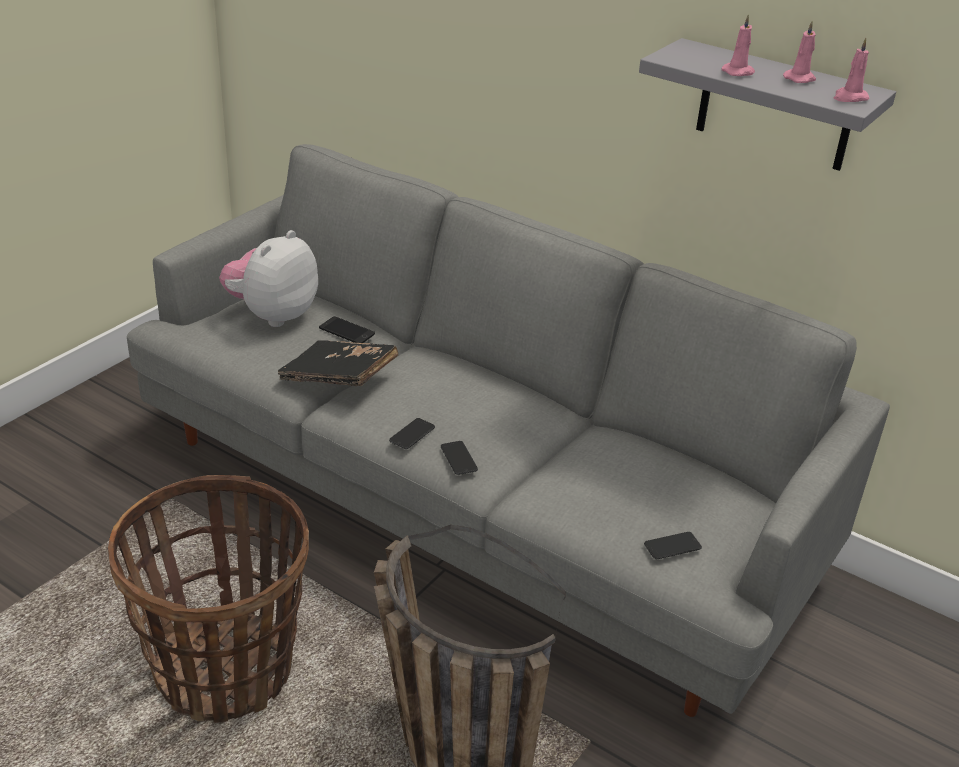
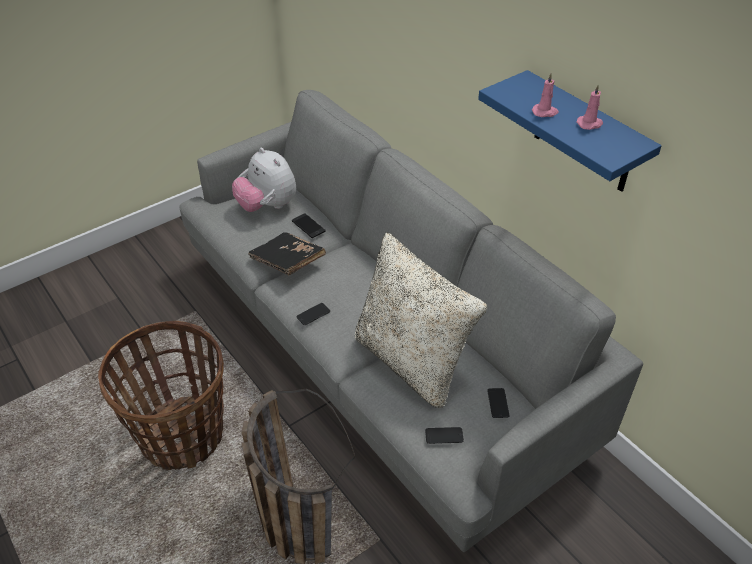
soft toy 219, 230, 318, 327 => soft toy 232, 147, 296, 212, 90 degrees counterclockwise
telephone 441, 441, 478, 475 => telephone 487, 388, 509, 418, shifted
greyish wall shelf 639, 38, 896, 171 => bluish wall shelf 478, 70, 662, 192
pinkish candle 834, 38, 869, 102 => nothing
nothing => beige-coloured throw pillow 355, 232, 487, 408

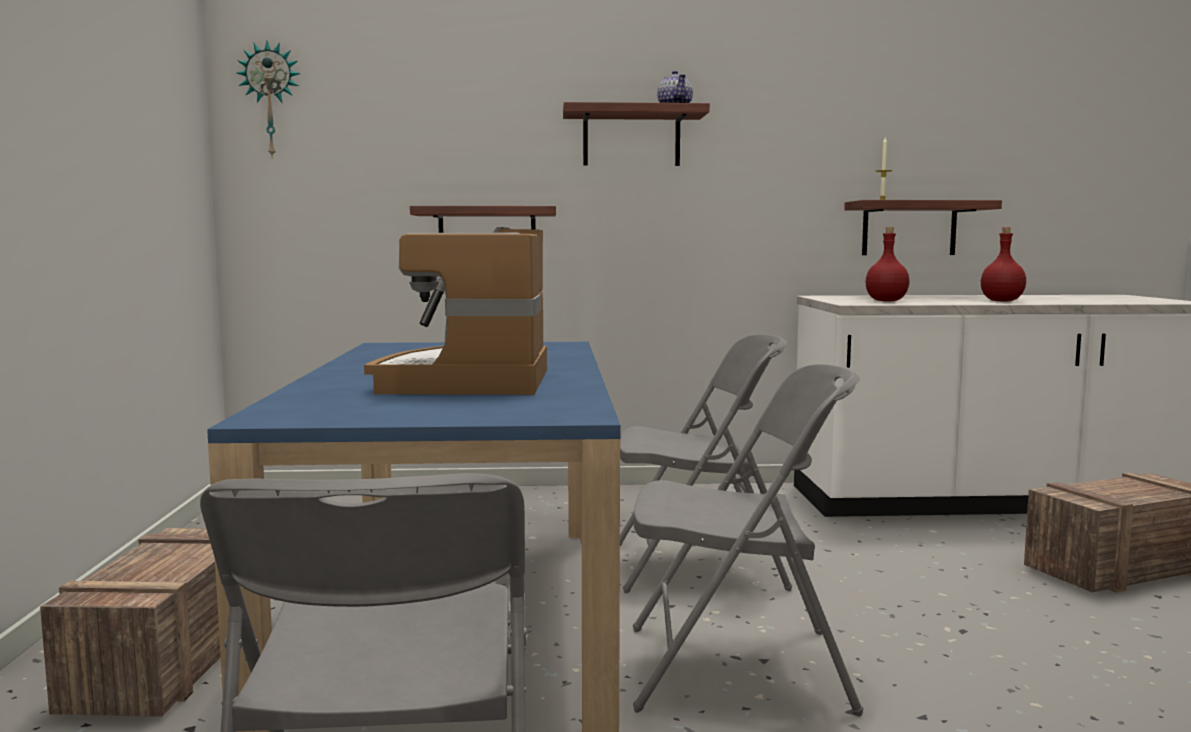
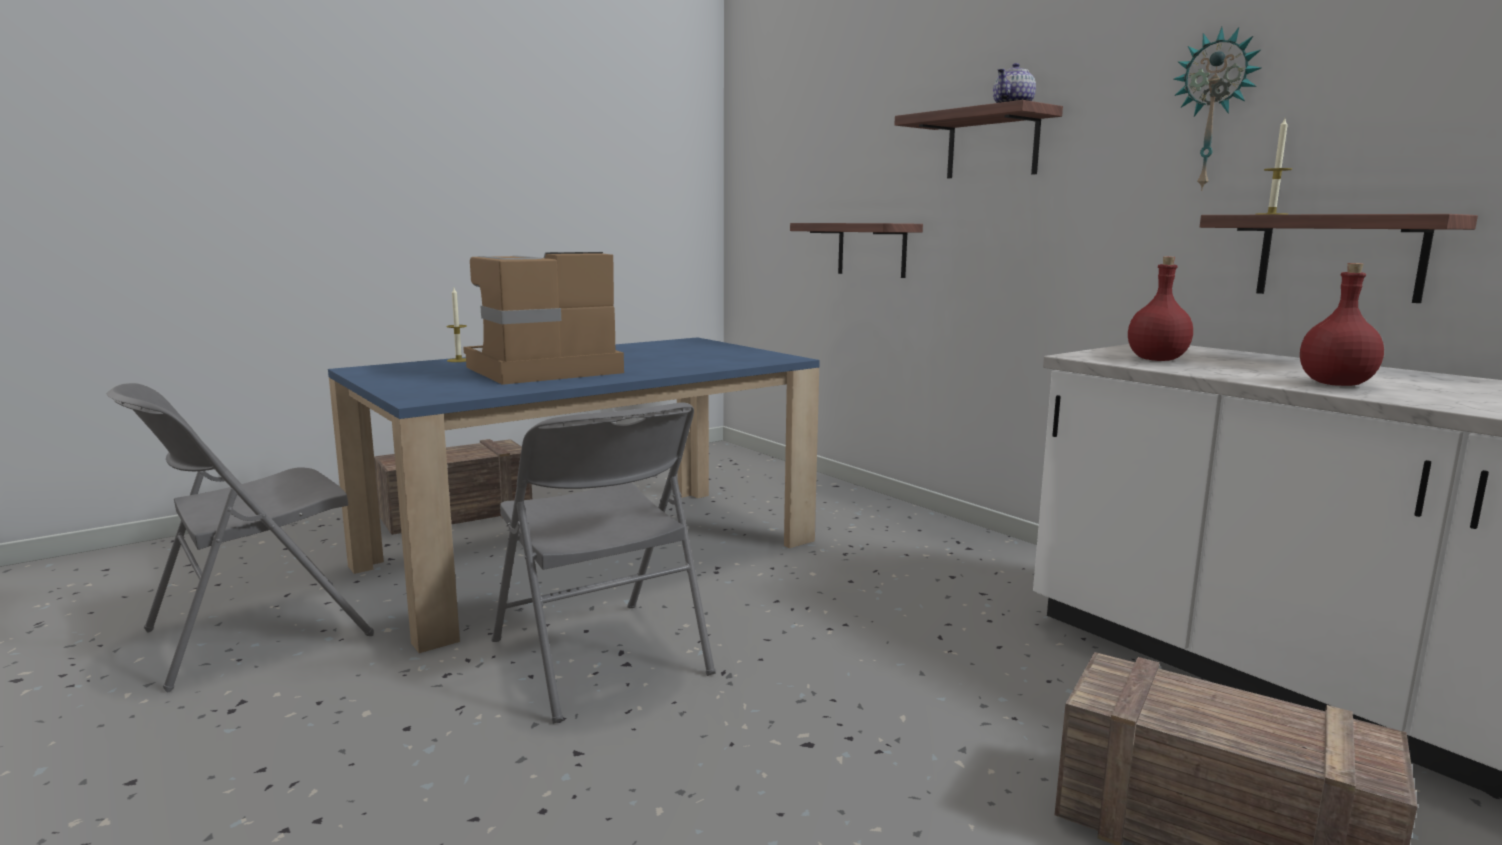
clock on the wall 237, 41, 301, 159 => clock on the wall 1173, 27, 1261, 191, shifted
greyish plain chair 620, 334, 792, 593 => nothing
nothing => candle 446, 288, 467, 362

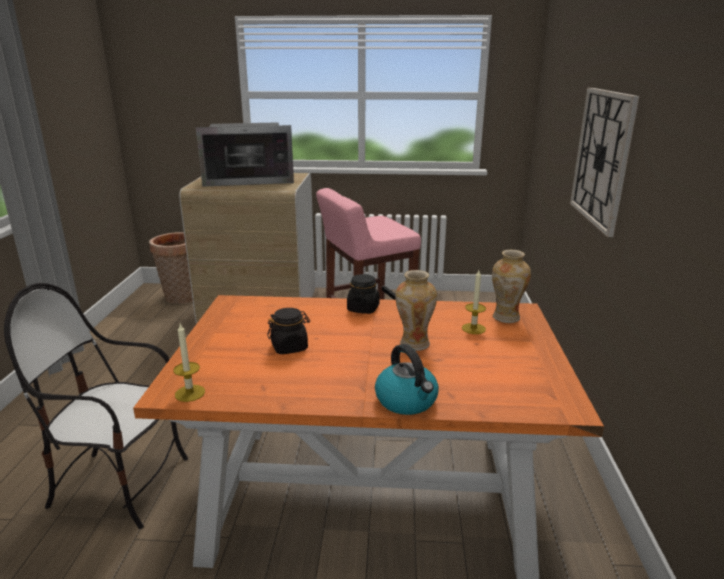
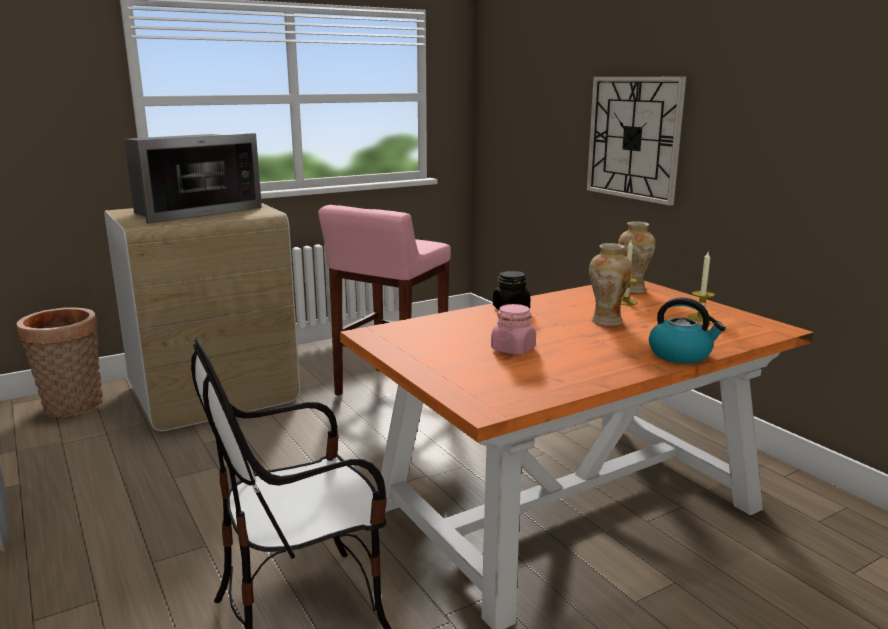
candle 173, 324, 205, 402 => candle 687, 252, 715, 321, shifted
black jar 267, 308, 310, 354 => pinkish jar 491, 304, 536, 355

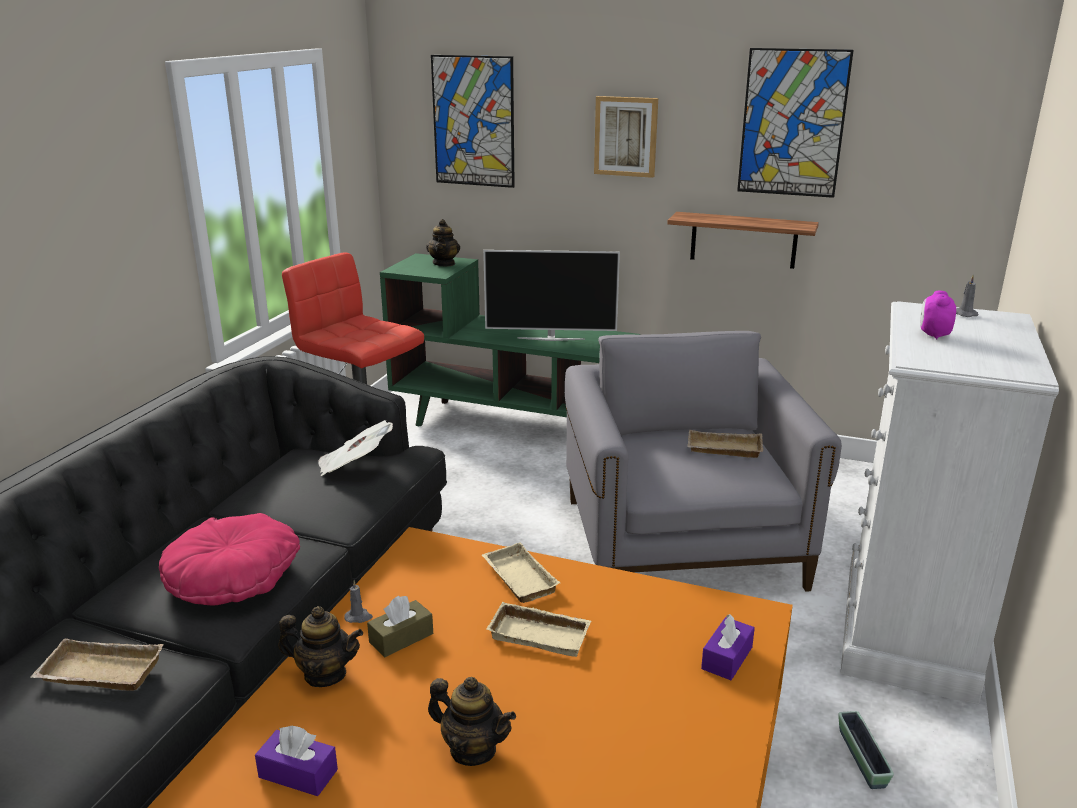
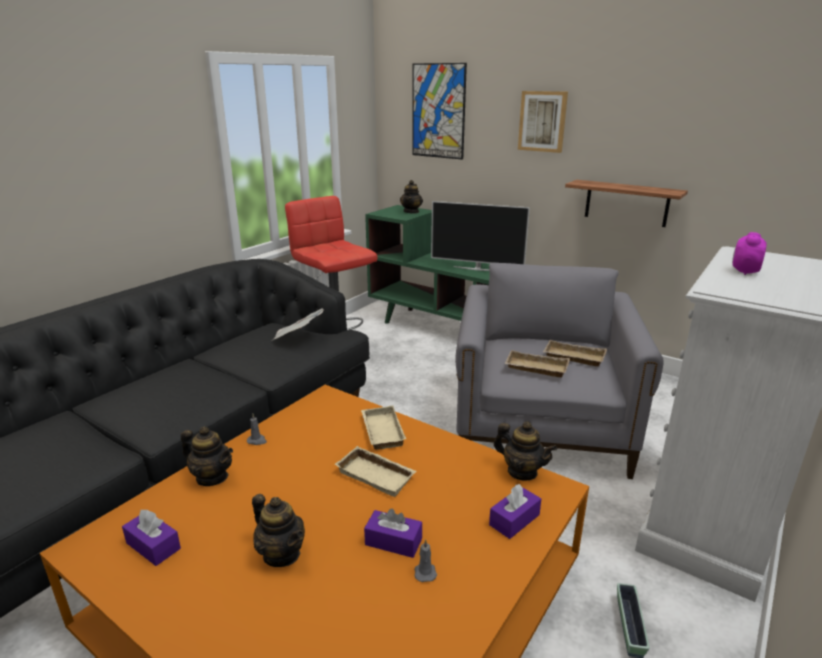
beige-coloured carrying tray 31, 638, 164, 691 => beige-coloured carrying tray 504, 350, 570, 378, shifted
pinkish throw pillow 159, 513, 300, 605 => nothing
brown-coloured box of tissues 367, 596, 433, 657 => nothing
wall picture 737, 48, 854, 198 => nothing
greyish candle 956, 275, 978, 317 => greyish candle 414, 539, 437, 582, shifted
nothing => purplish box of tissues 364, 509, 422, 558
nothing => tea pot 494, 421, 557, 481

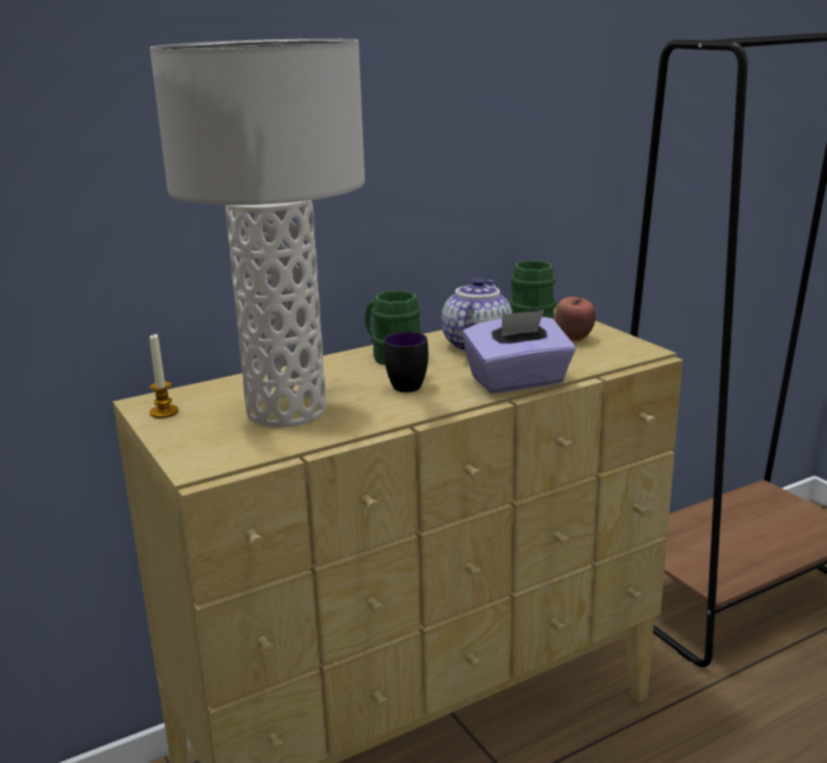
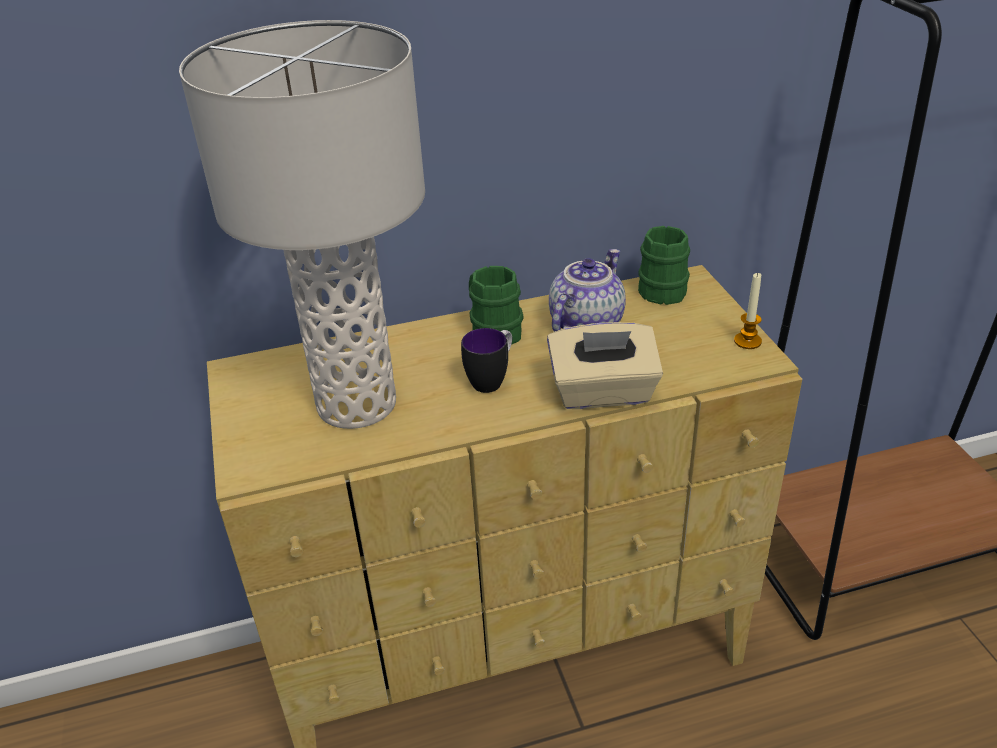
candle 150, 333, 179, 418 => candle 734, 273, 762, 349, shifted
purplish box of tissues 462, 310, 576, 394 => beige-coloured box of tissues 547, 322, 663, 409
whole apple 554, 295, 596, 342 => nothing

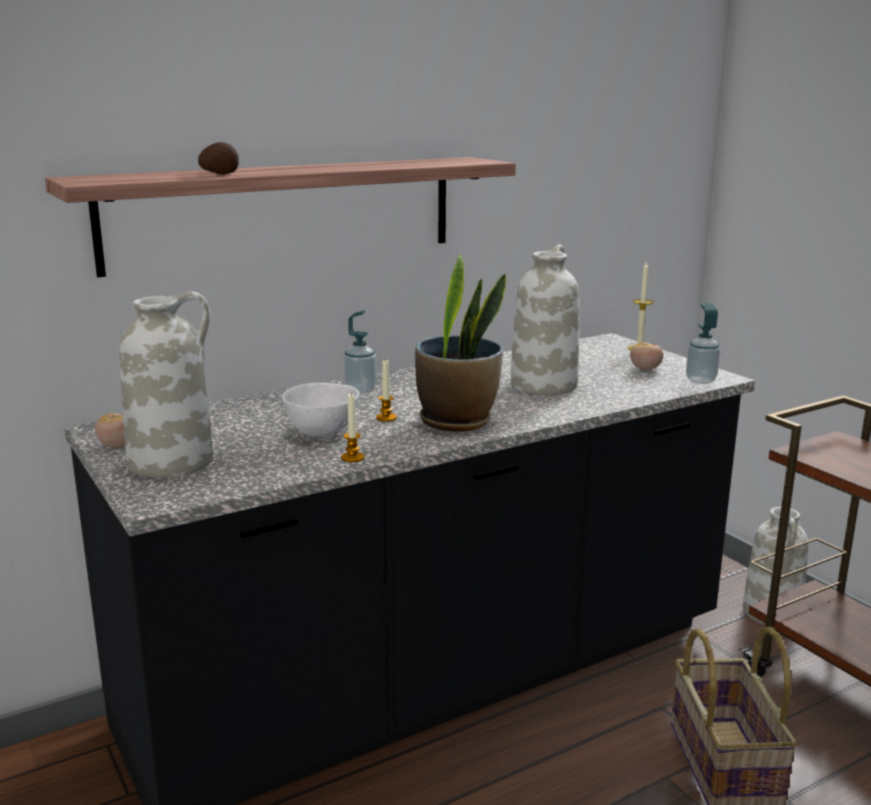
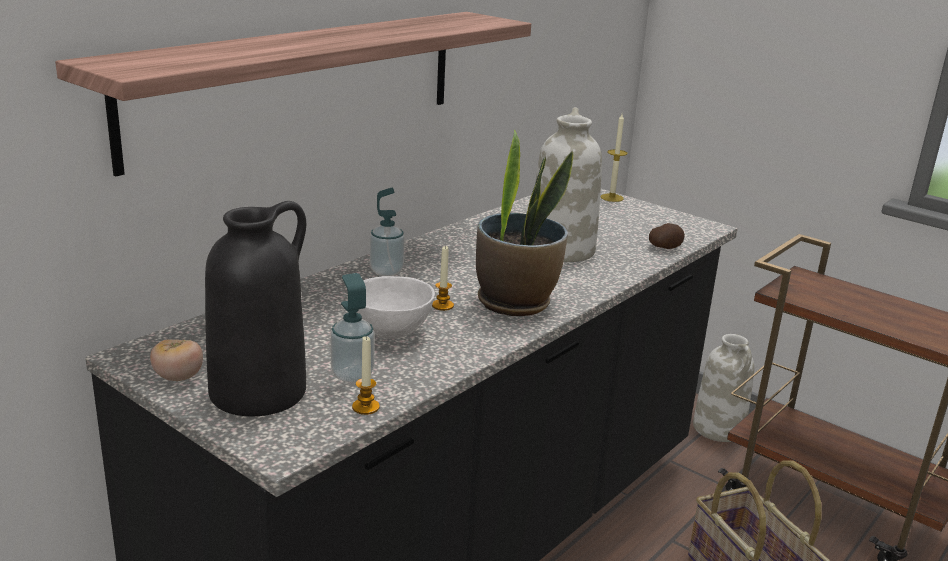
white decorative vase 120, 291, 213, 478 => black decorative vase 205, 201, 306, 416
spud 198, 142, 239, 174 => spud 649, 223, 685, 249, shifted
candle 341, 394, 364, 462 => candle 352, 335, 380, 415, shifted
tomato 630, 342, 663, 370 => nothing
liquid soap bottle 686, 303, 720, 384 => liquid soap bottle 330, 273, 375, 383, shifted

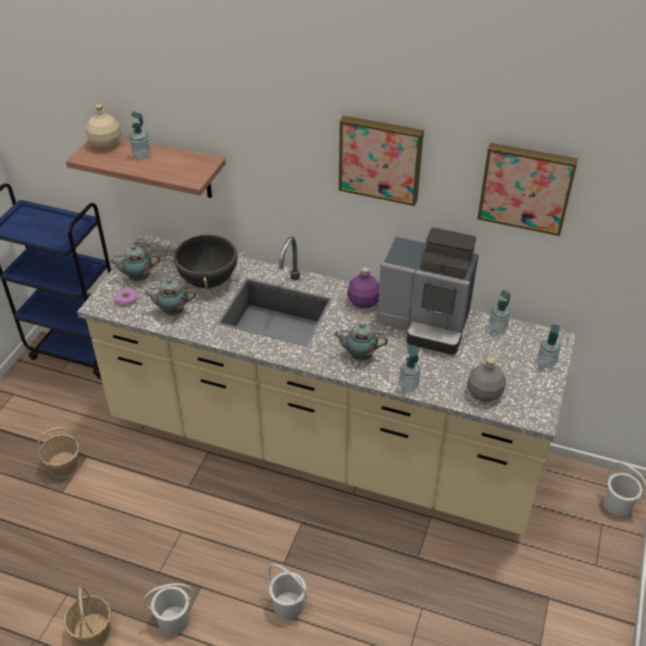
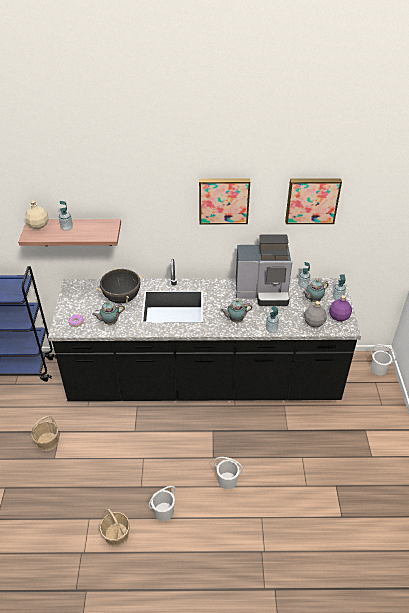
beige-coloured kitchen base unit 77, 234, 576, 535 => black kitchen base unit 48, 259, 361, 401
tea pot 110, 245, 160, 281 => tea pot 302, 279, 329, 302, shifted
purplish drink bottle 347, 267, 379, 309 => purplish drink bottle 329, 295, 352, 321, shifted

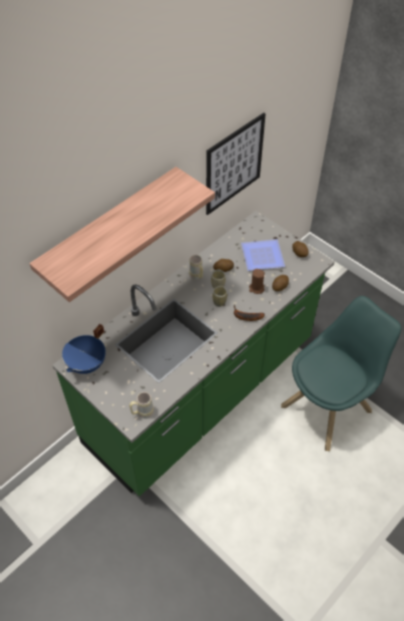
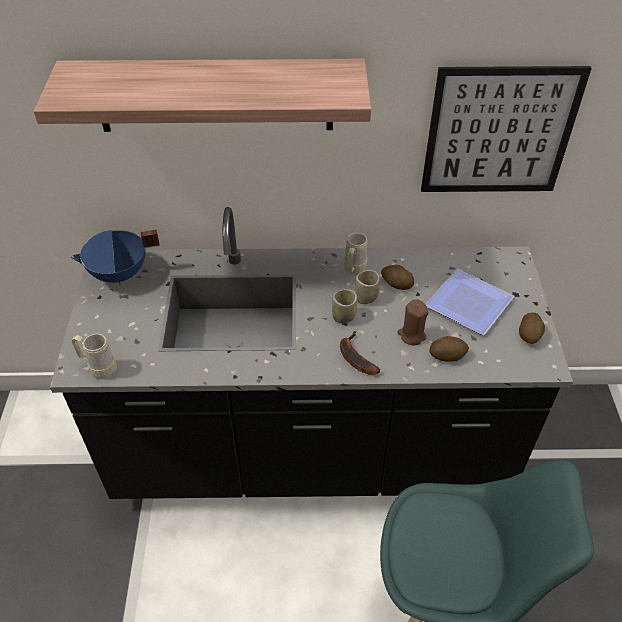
green kitchen base unit 52, 211, 335, 496 => black kitchen base unit 50, 207, 573, 499

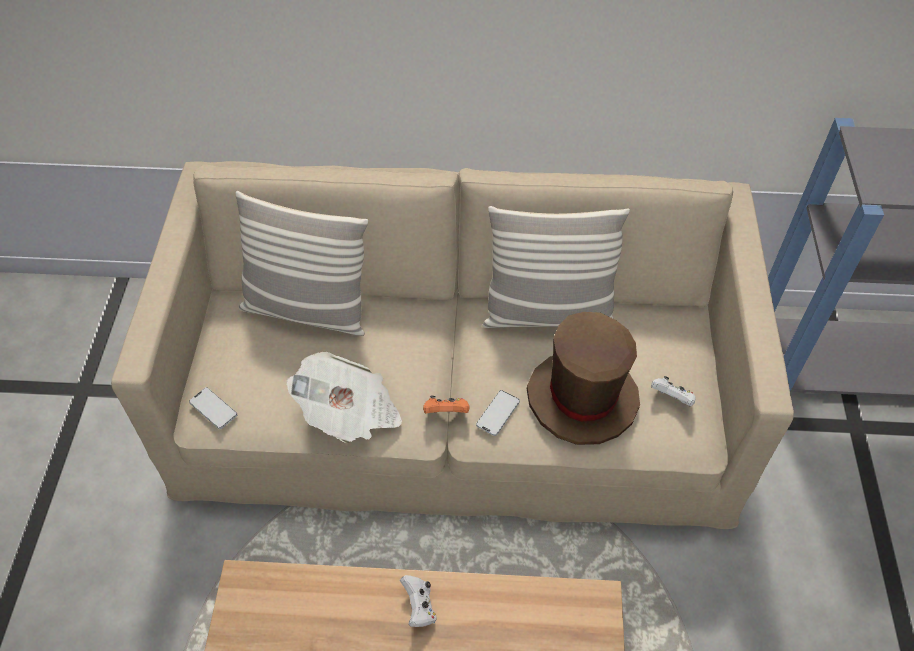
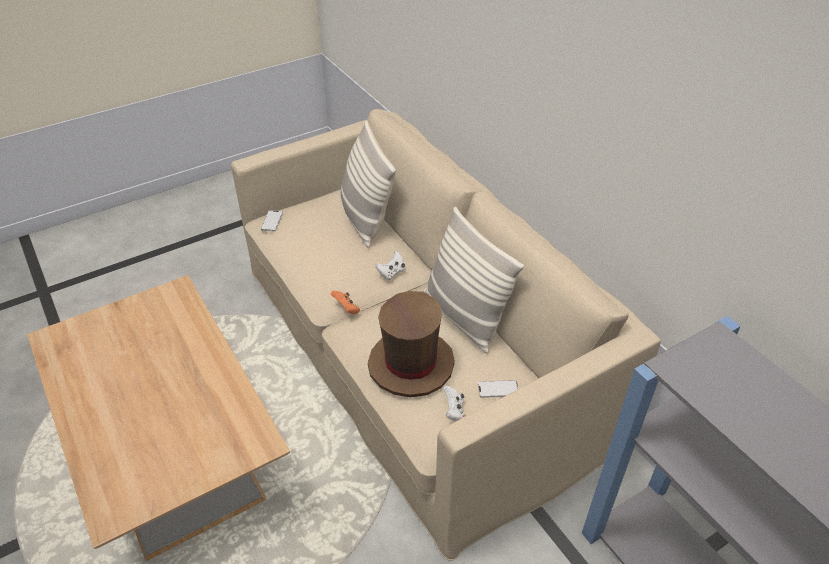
daily paper 287, 352, 402, 443 => nothing
white gamepad 400, 575, 437, 627 => white gamepad 375, 251, 405, 280, shifted
telephone 476, 390, 520, 436 => telephone 478, 380, 518, 398, shifted

